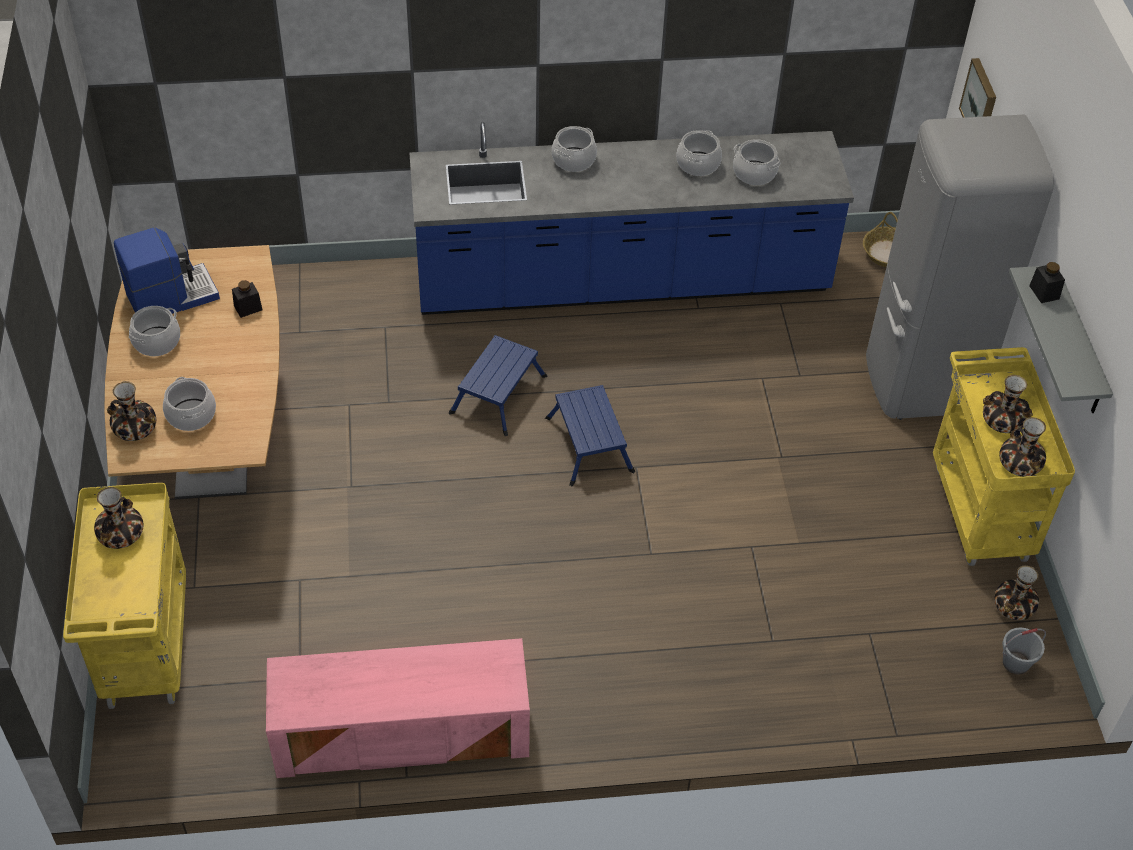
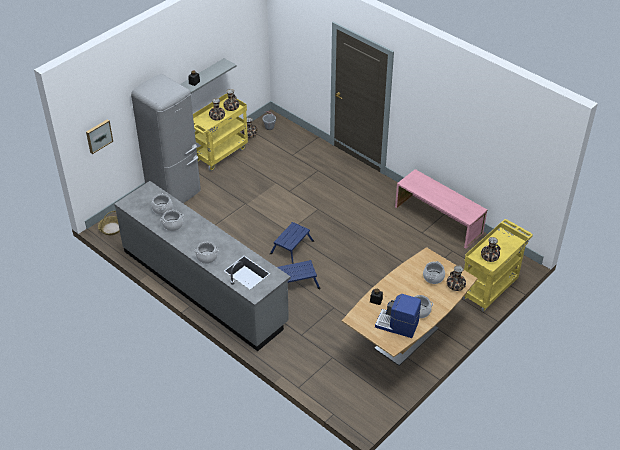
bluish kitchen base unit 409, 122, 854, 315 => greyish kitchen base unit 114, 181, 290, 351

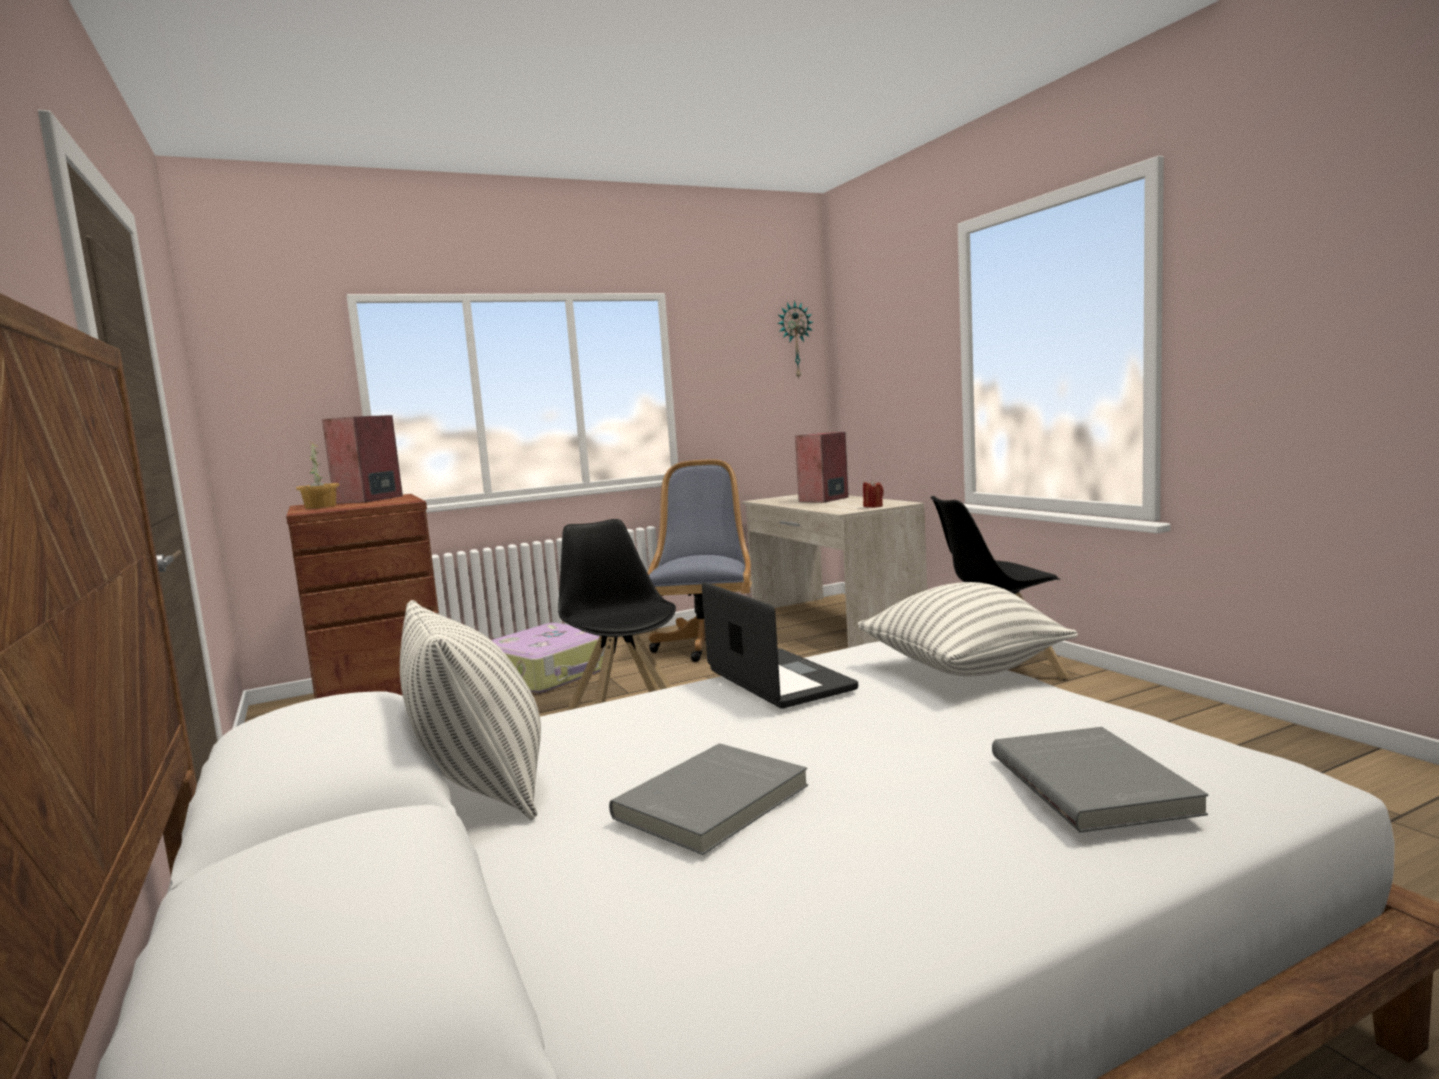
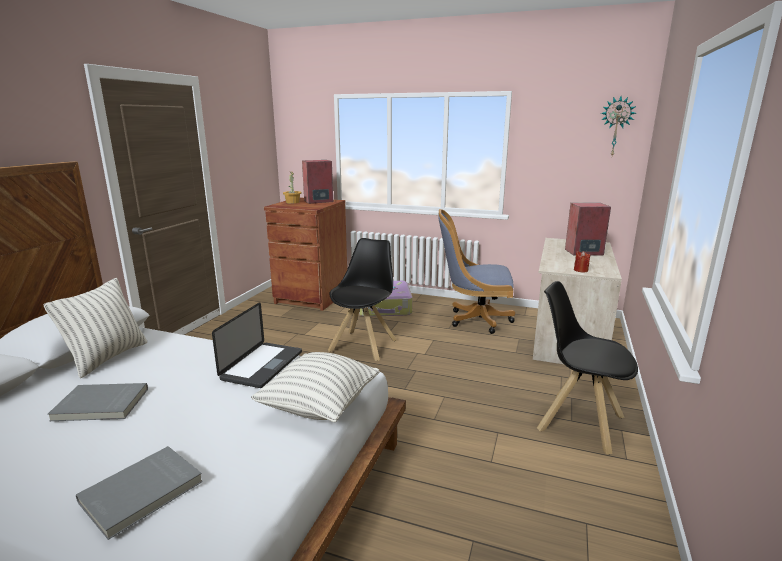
bluish office chair 648, 459, 752, 662 => bluish office chair 438, 209, 515, 334, 135 degrees counterclockwise

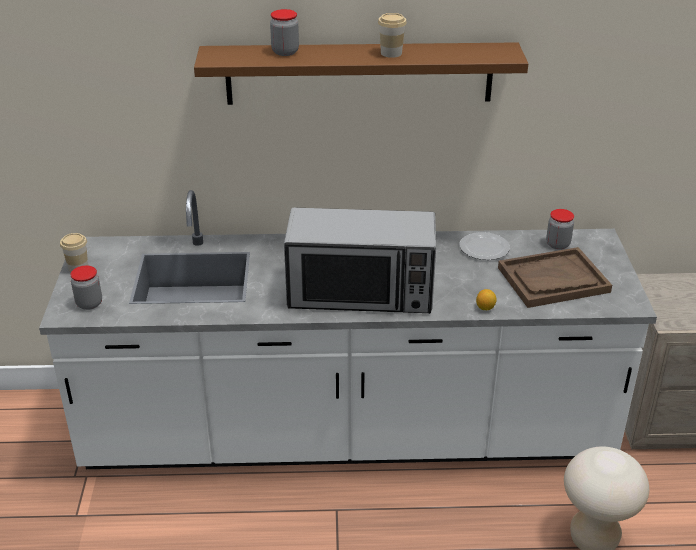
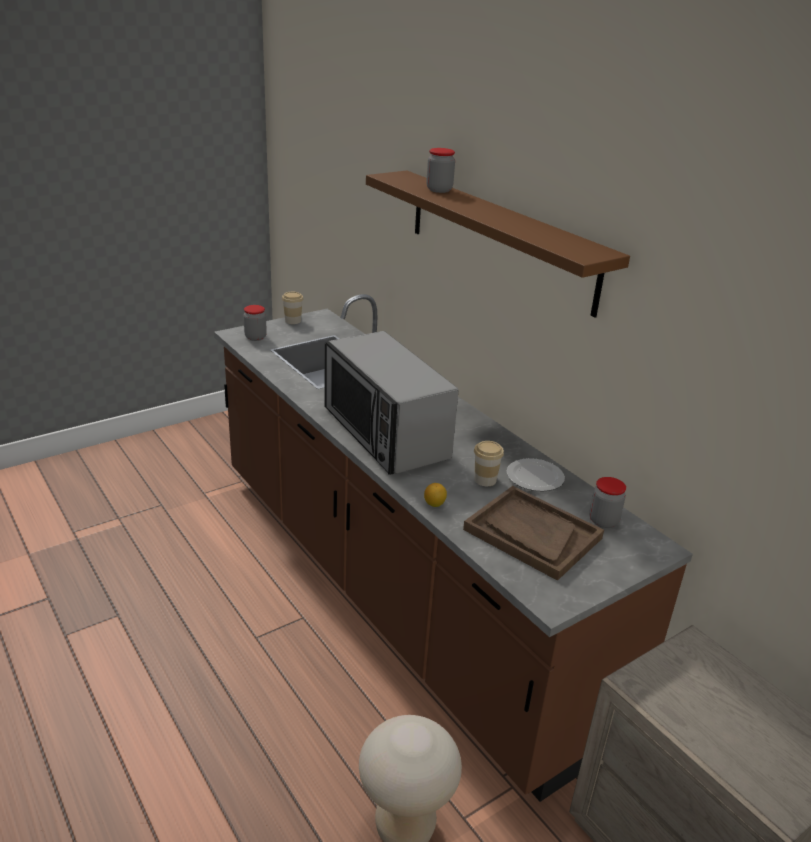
white kitchen base unit 39, 190, 657, 469 => brown-coloured kitchen base unit 214, 294, 693, 802
cup 378, 13, 407, 58 => cup 474, 441, 504, 486, shifted

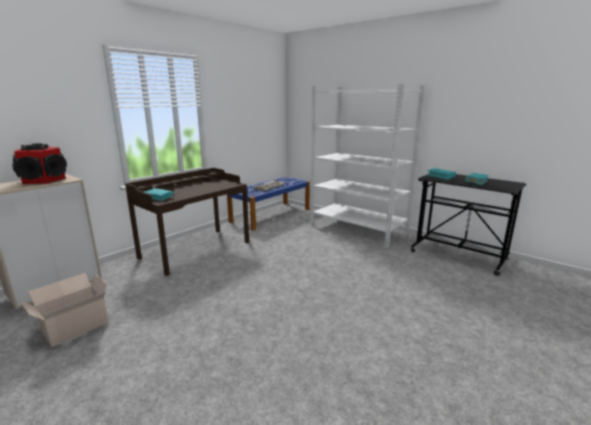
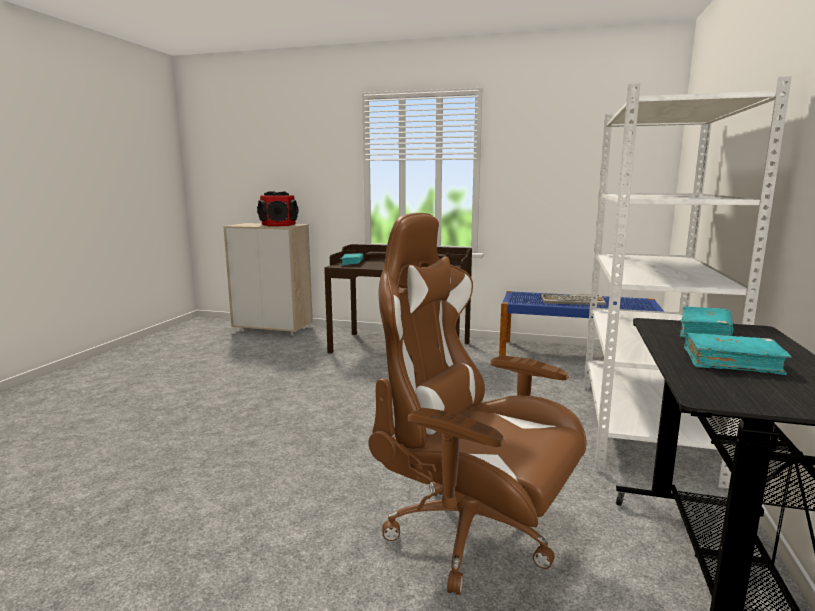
carton 21, 273, 109, 347 => nothing
nothing => brown-coloured office chair 368, 213, 586, 595

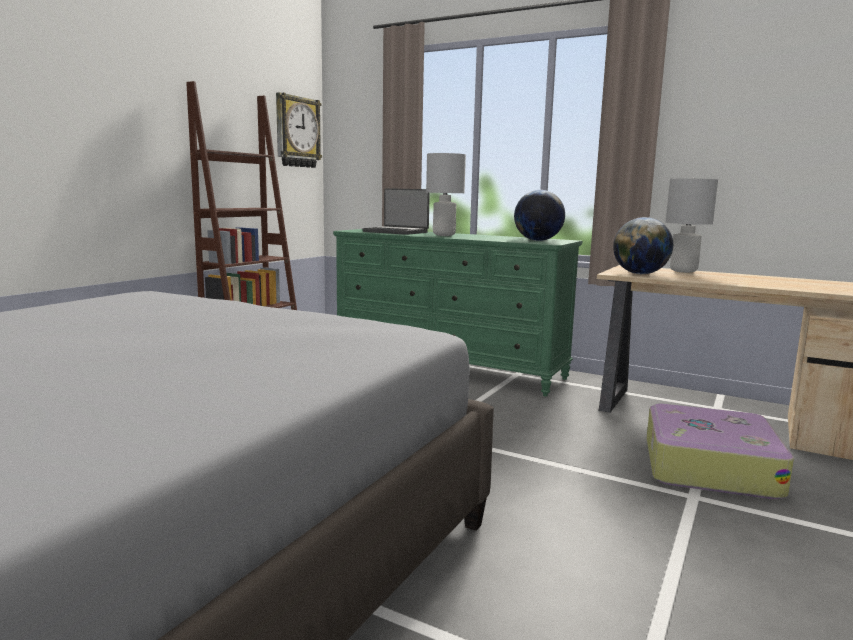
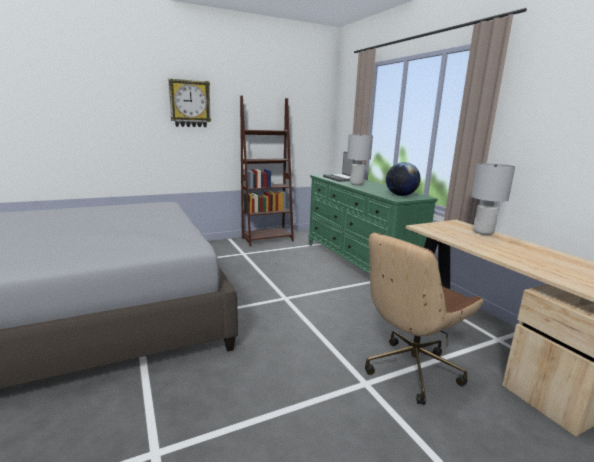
clock on the wall 276, 92, 322, 168 => clock on the wall 168, 79, 211, 127, shifted
globe 613, 217, 673, 274 => nothing
travel case 647, 404, 794, 500 => brown-coloured office chair 365, 233, 484, 405

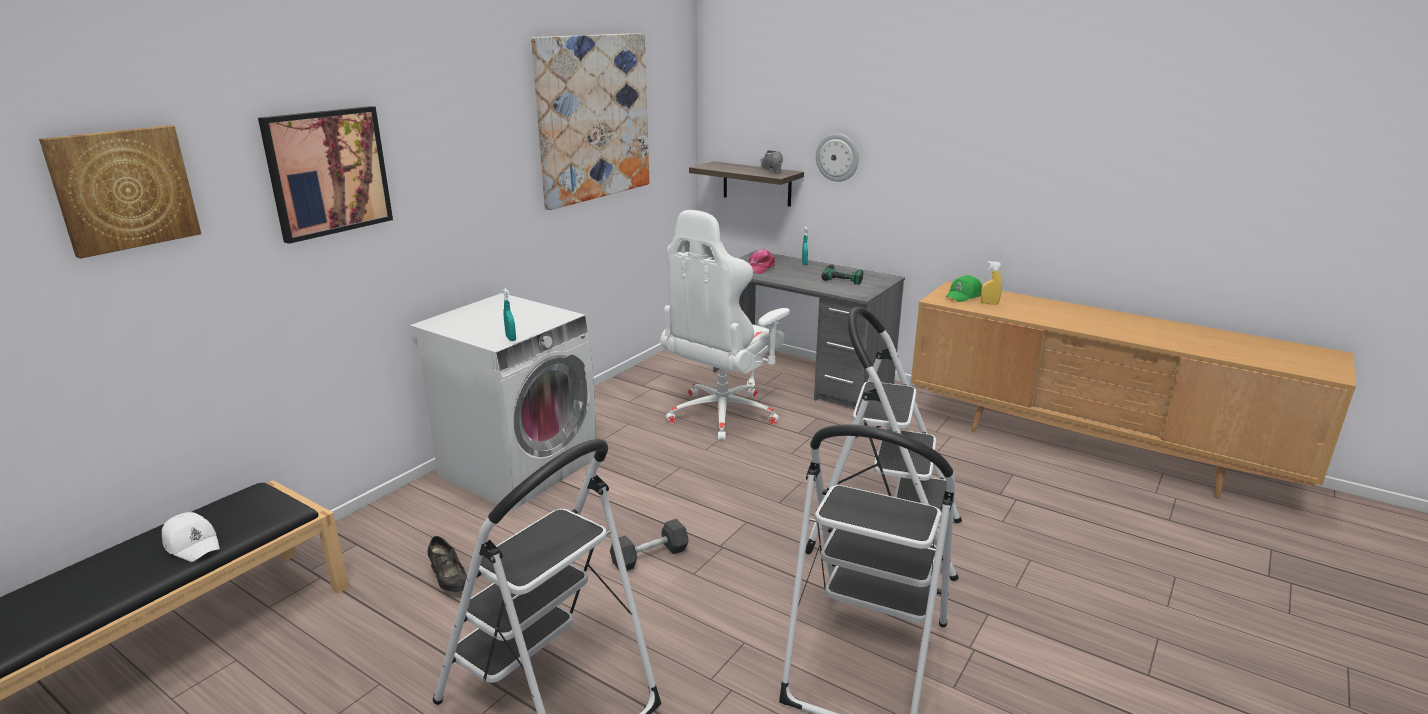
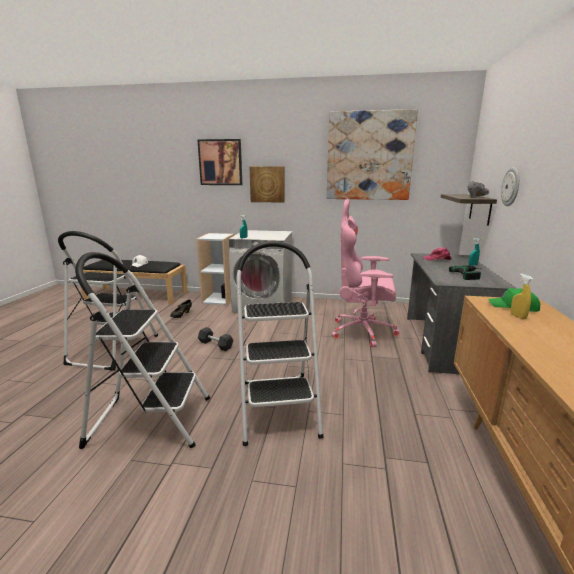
wall picture 39, 125, 201, 259 => wall picture 250, 166, 285, 203, shifted
white office chair 661, 210, 790, 441 => pinkish office chair 332, 199, 399, 347
nothing => bookcase 196, 233, 234, 305

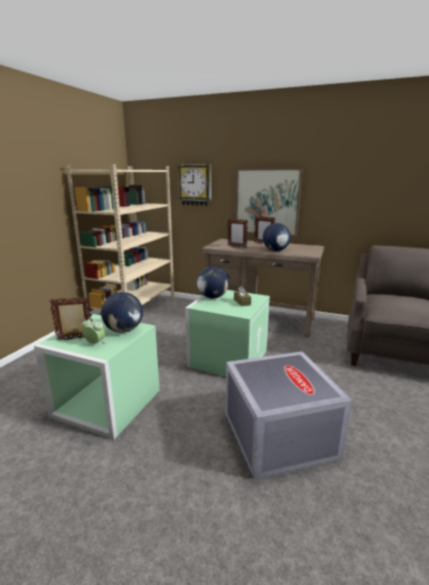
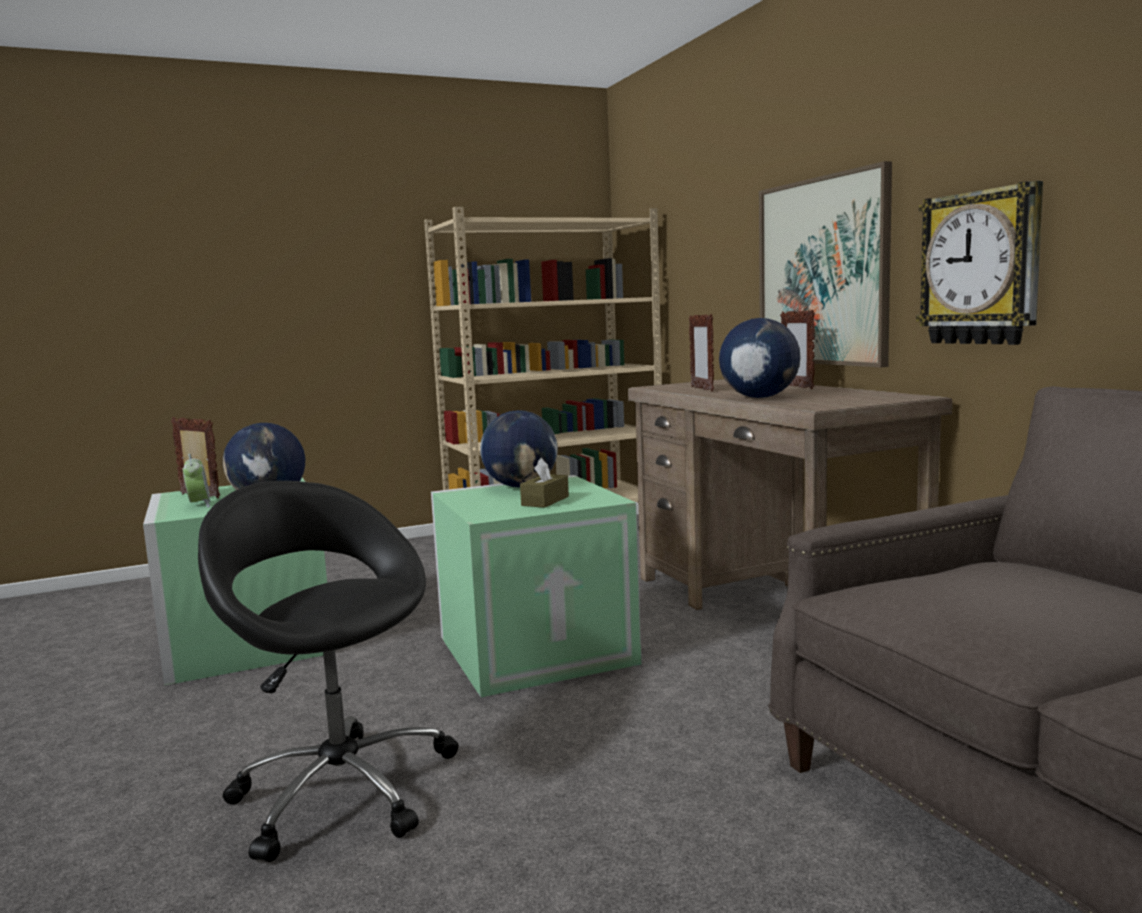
clock on the wall 177, 164, 211, 206 => clock on the wall 916, 181, 1043, 345, shifted
greyish storage container 226, 351, 352, 480 => black office chair 198, 481, 459, 862

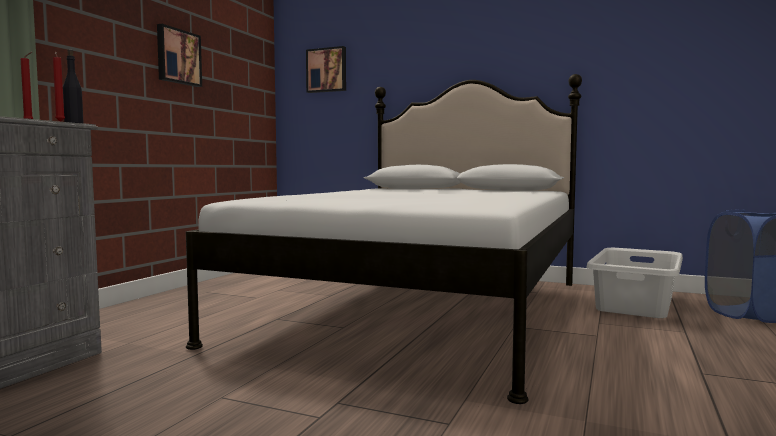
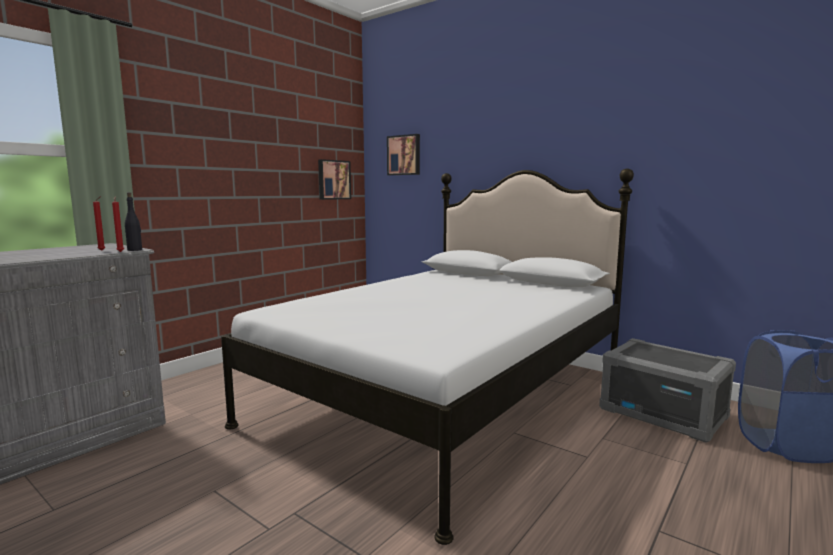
wall picture 157, 24, 202, 87 => wall picture 318, 159, 351, 200, shifted
greyish washing basket 586, 248, 683, 318 => greyish storage container 599, 338, 736, 443

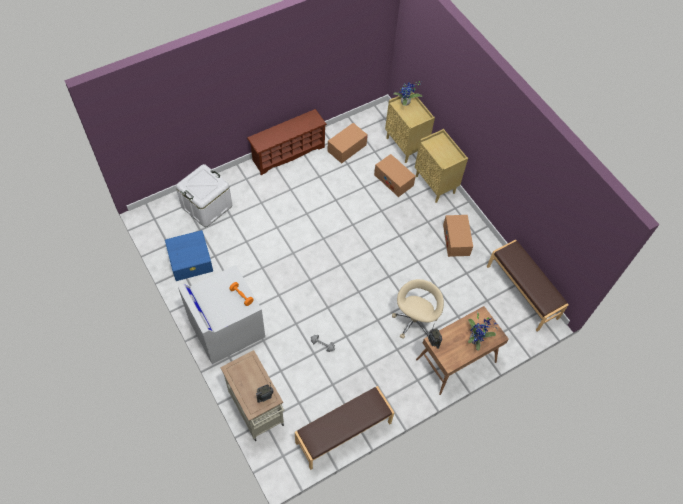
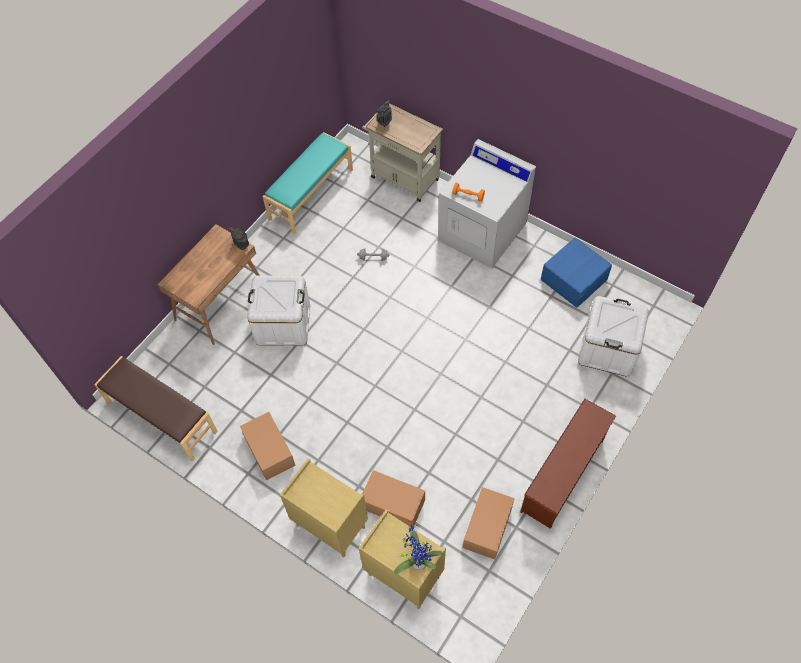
brown-coloured long seat 295, 386, 395, 470 => turquoise long seat 263, 132, 353, 234
beige-coloured office chair 392, 279, 444, 339 => white storage container 247, 276, 310, 346
plant in a pot 468, 311, 497, 351 => nothing

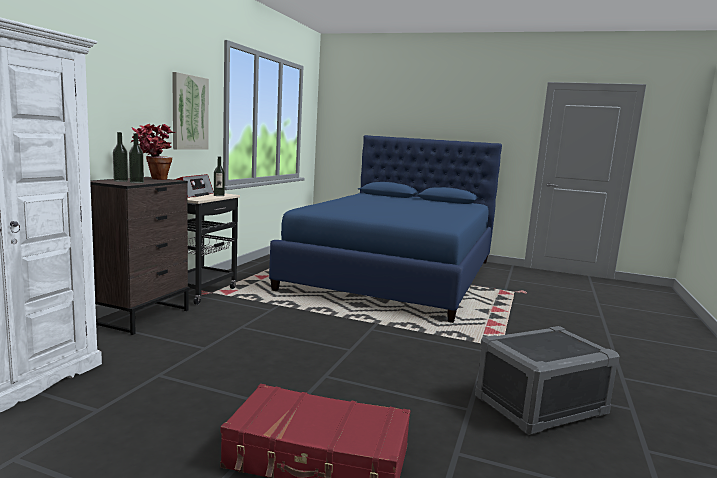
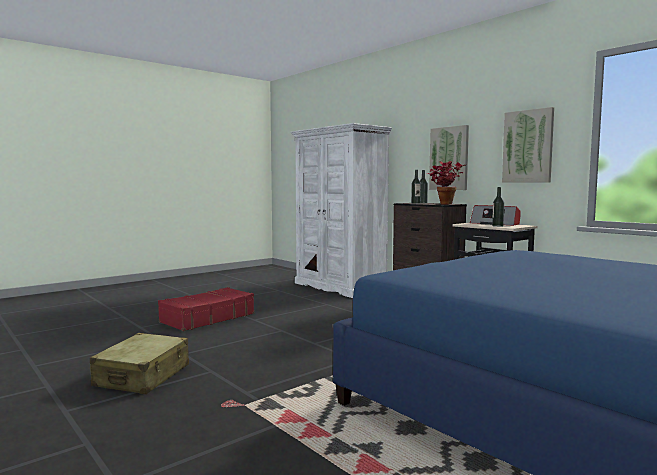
greyish storage container 475, 326, 620, 435 => beige-coloured travel case 90, 333, 189, 394
nothing => wall picture 429, 125, 469, 190

